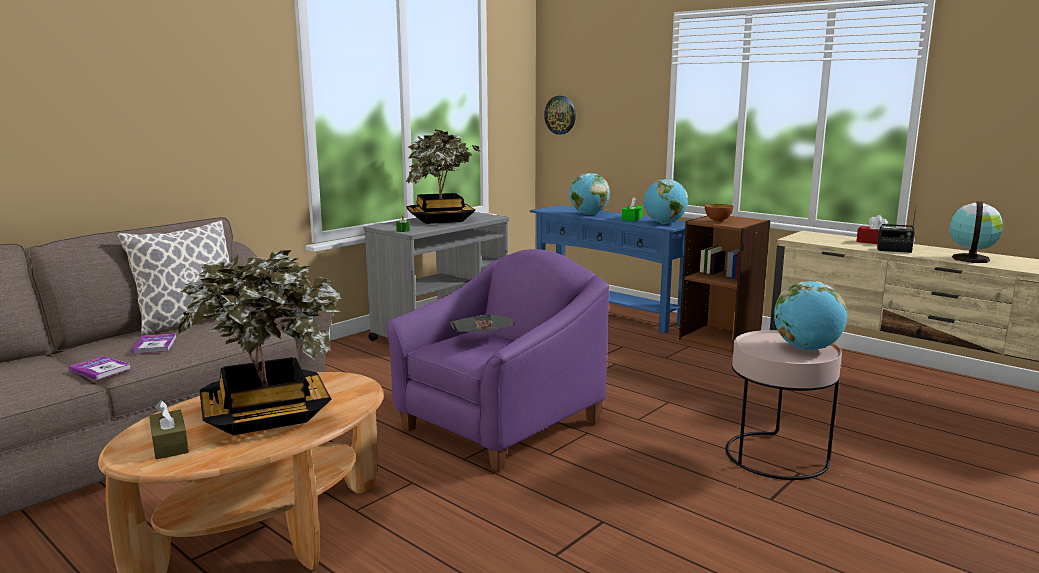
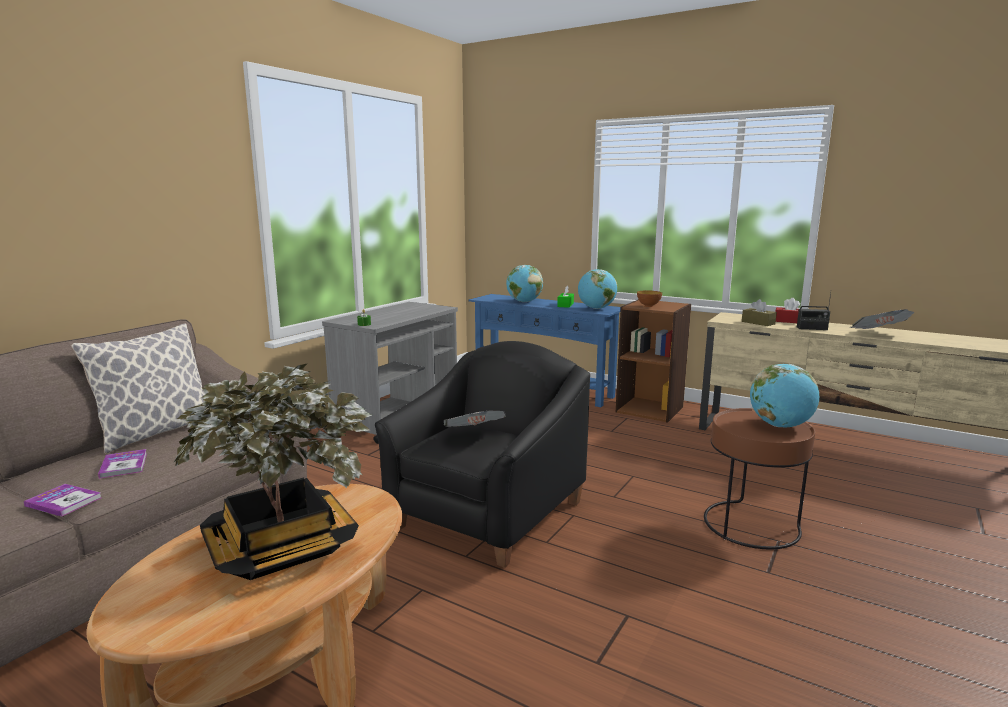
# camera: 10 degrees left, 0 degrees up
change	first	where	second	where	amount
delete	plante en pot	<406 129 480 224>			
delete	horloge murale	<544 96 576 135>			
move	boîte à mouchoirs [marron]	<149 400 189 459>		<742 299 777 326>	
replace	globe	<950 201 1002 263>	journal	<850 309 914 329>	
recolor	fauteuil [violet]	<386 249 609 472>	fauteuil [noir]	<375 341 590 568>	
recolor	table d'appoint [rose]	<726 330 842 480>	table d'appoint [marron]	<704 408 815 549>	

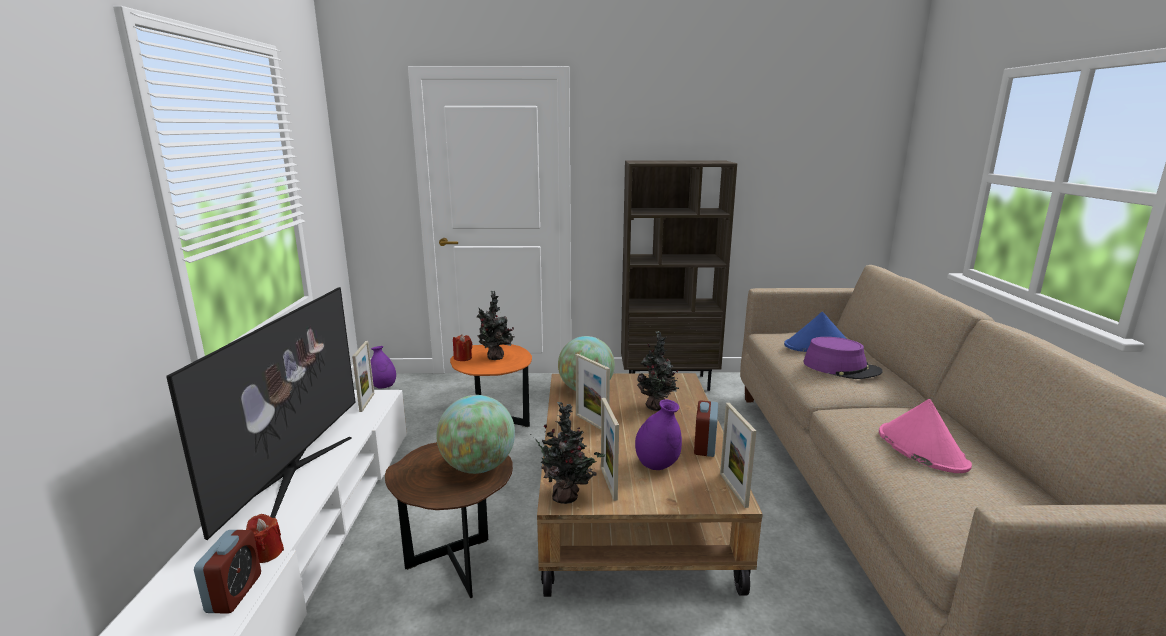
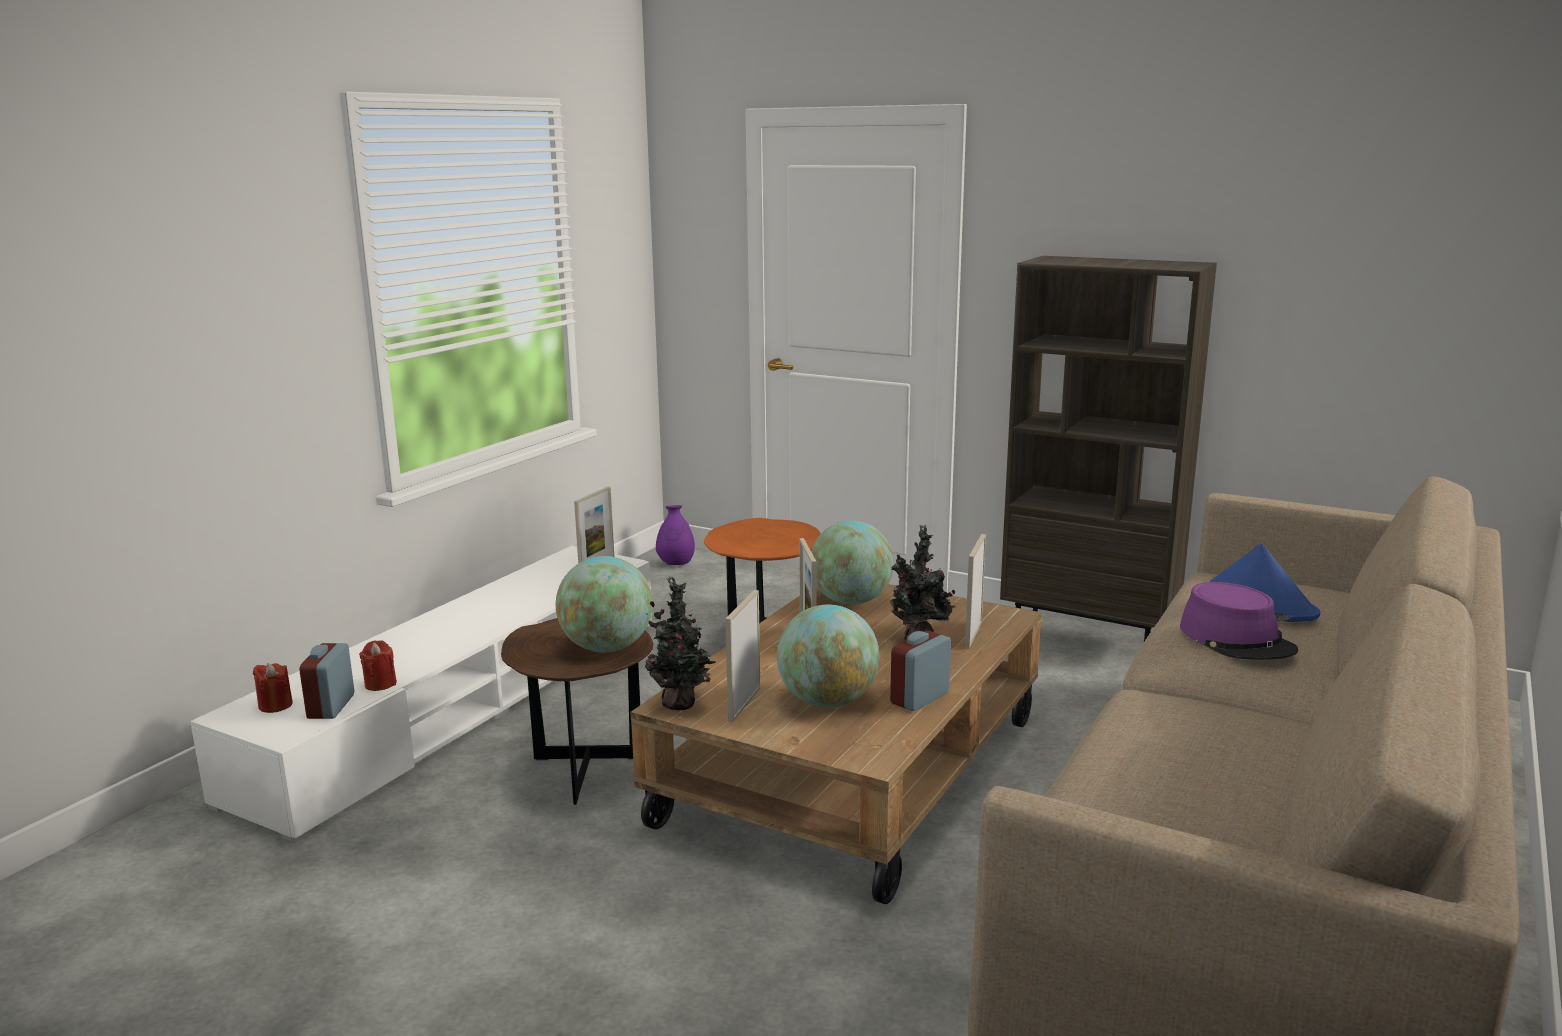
# camera: 30 degrees right, 0 degrees up
change	first	where	second	where	amount
delete	téléviseur	<166 287 356 540>			
delete	plante en pot	<477 291 515 360>			
delete	chapeau [rose]	<879 399 972 473>			
move	bougie [rouge]	<453 334 473 361>		<253 663 293 713>	
move	cadre photo	<720 403 756 508>		<965 534 986 649>	
replace	vase [violet]	<635 399 682 470>	globe	<777 605 879 708>	
rotate	réveil	<194 530 261 614>		<299 643 354 719>	150 degrees clockwise

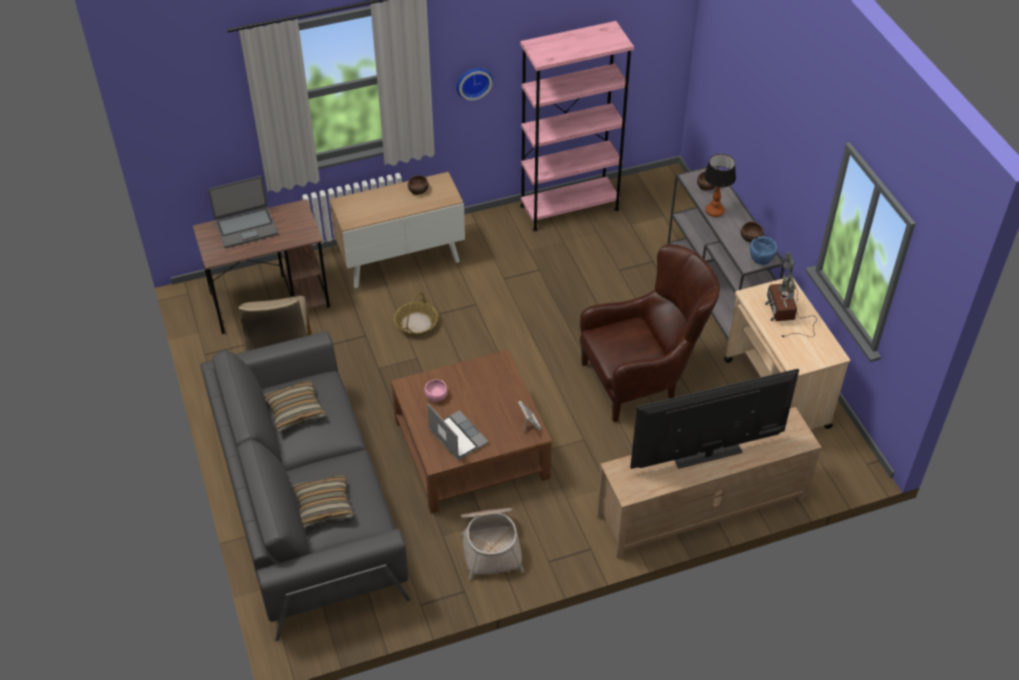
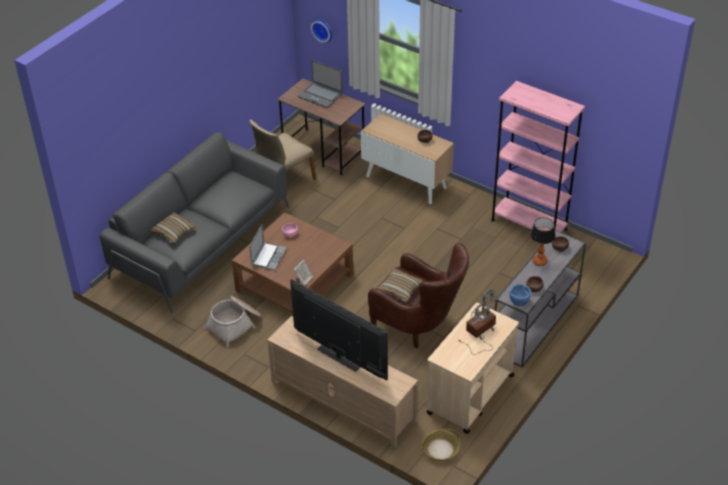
# camera: 55 degrees right, 5 degrees down
change	first	where	second	where	amount
move	coussin	<264 380 326 431>		<376 268 423 302>	
move	panier	<394 292 438 336>		<422 429 460 461>	
move	horloge murale	<457 68 493 101>		<311 19 332 43>	

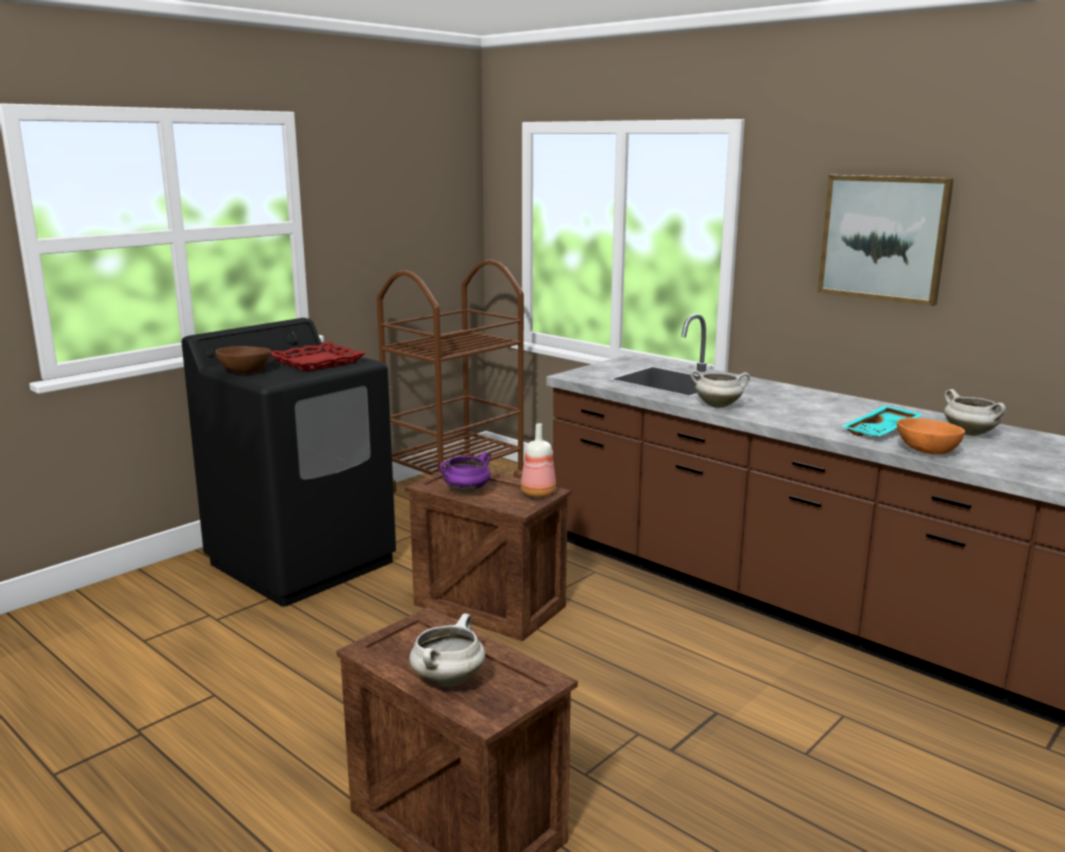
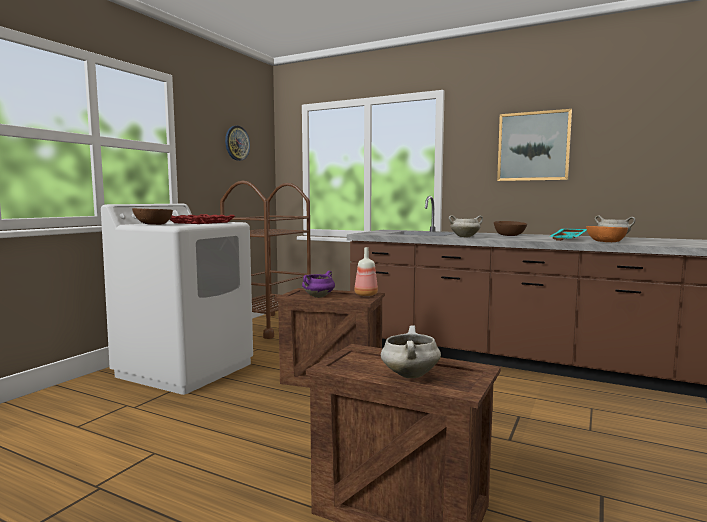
# camera: 15 degrees left, 10 degrees down
change	first	where	second	where	amount
insert			horloge murale	<225 126 250 161>	
insert			bol [marron]	<494 221 527 236>	
recolor	lave-linge [noir]	<182 318 396 607>	lave-linge [blanc]	<101 204 253 395>	

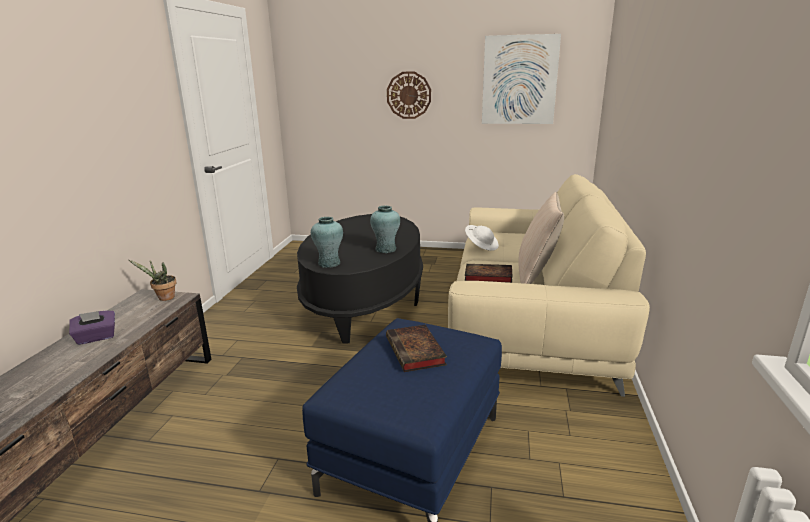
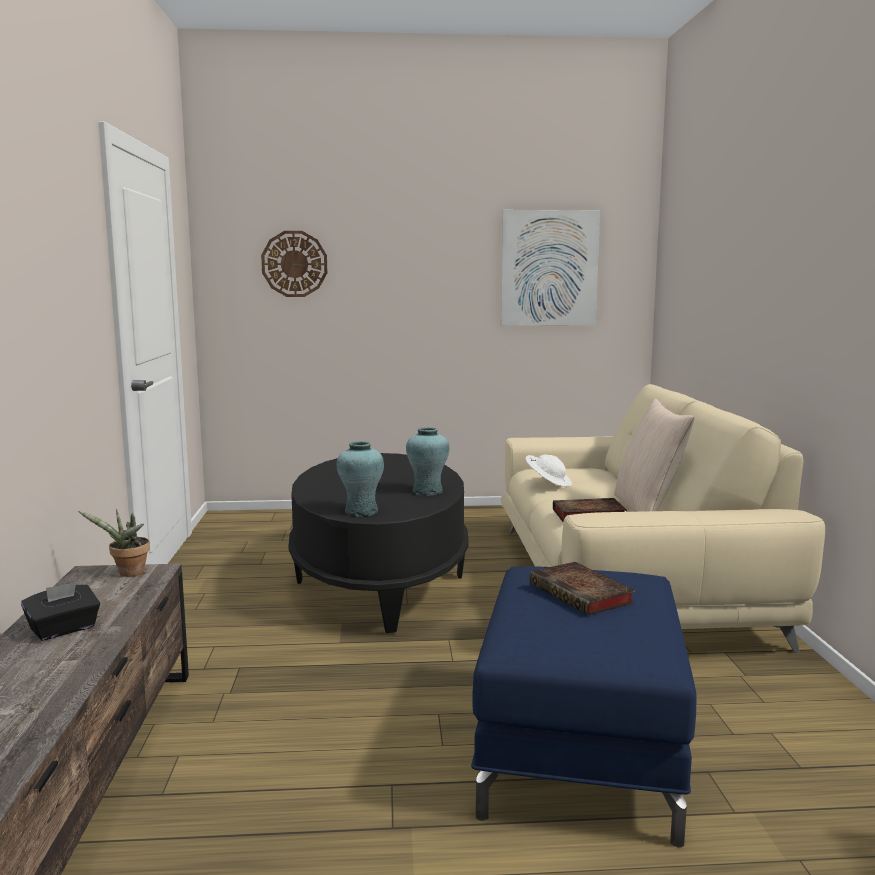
# camera: 15 degrees left, 10 degrees down
change	first	where	second	where	amount
move	horloge murale	<387 72 431 119>		<261 231 327 297>	
recolor	boîte à mouchoirs [violet]	<69 311 115 345>	boîte à mouchoirs [noir]	<21 582 100 641>	

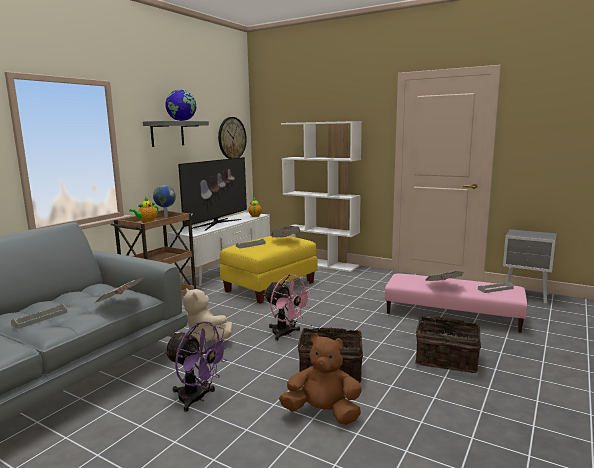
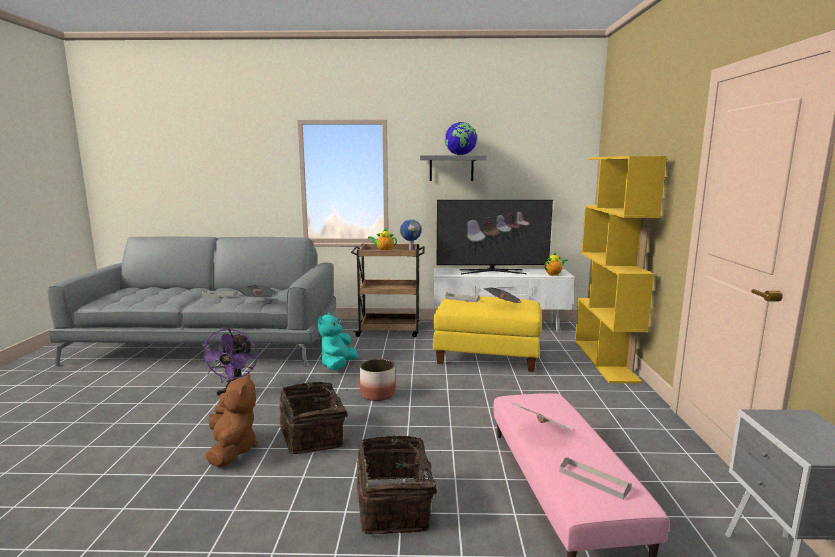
# camera: 60 degrees right, 0 degrees up
change	first	where	second	where	amount
delete	horloge murale	<218 117 247 159>			
replace	ventilateur [rose]	<264 275 313 341>	cache-pot	<360 359 395 401>	
recolor	peluche [beige]	<184 288 233 342>	peluche [turquoise]	<318 312 358 370>	
recolor	bibliothèque [blanc]	<281 121 362 272>	bibliothèque [jaune]	<575 156 667 383>	

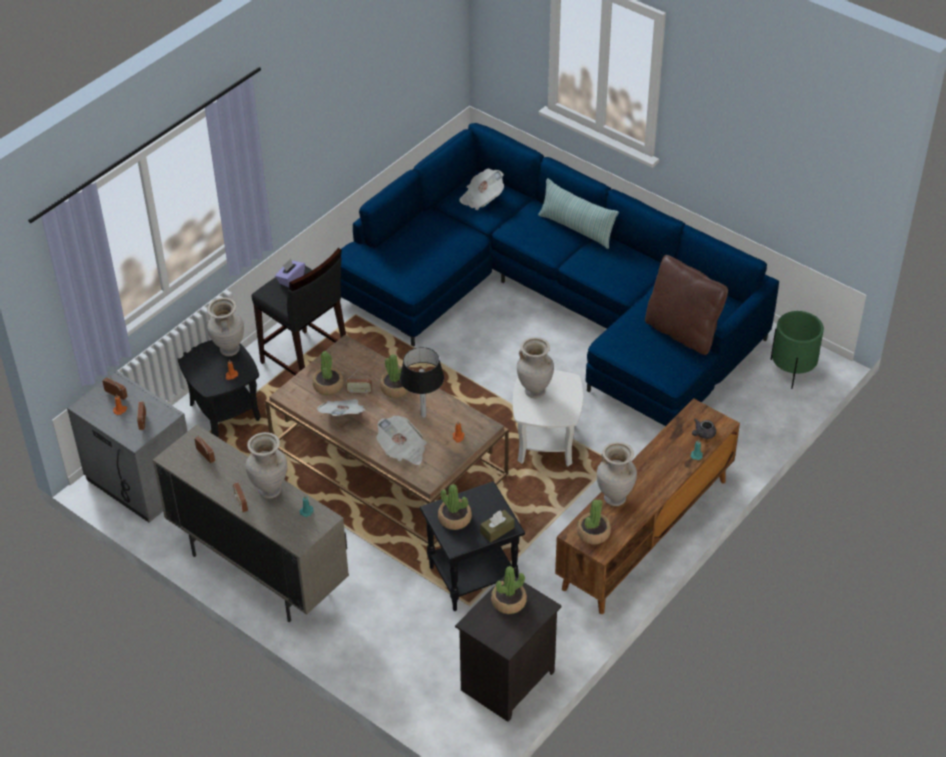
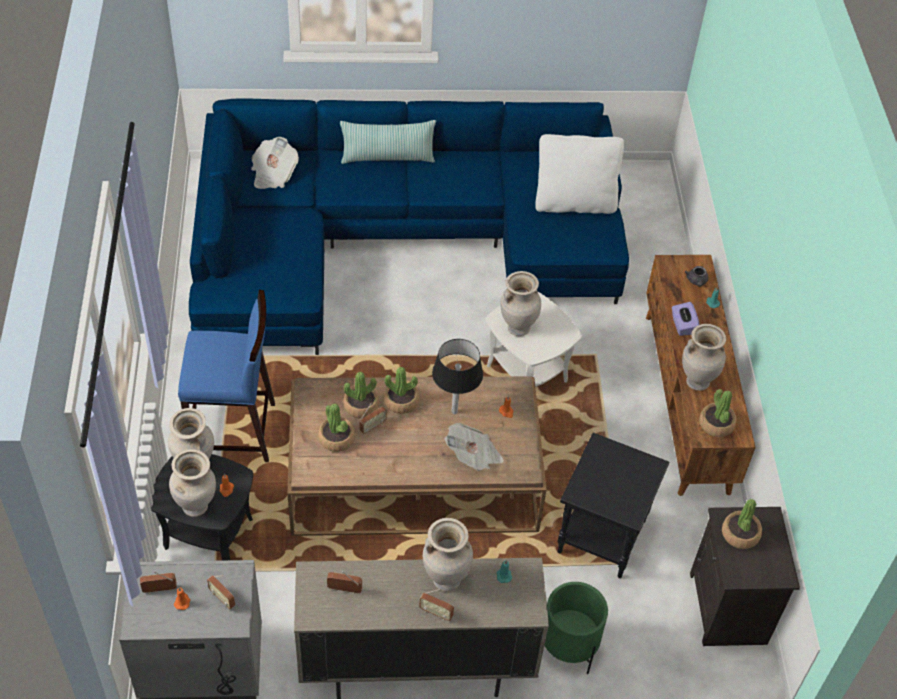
# camera: 45 degrees left, 5 degrees up
change	first	where	second	where	amount
delete	journal	<317 399 366 416>			
delete	boîte à mouchoirs [marron]	<480 510 515 543>			
insert			vase [beige]	<169 449 216 517>	
move	boîte à mouchoirs [violet]	<275 259 305 288>		<672 302 699 336>	
move	plante en pot	<438 484 472 530>		<343 372 379 419>	
move	cache-pot [vert]	<770 311 824 389>		<544 582 608 674>	
recolor	tabouret [noir]	<252 248 346 375>	tabouret [bleu]	<178 290 275 462>	
recolor	coussin [marron]	<645 255 728 355>	coussin [blanc]	<535 134 624 214>	

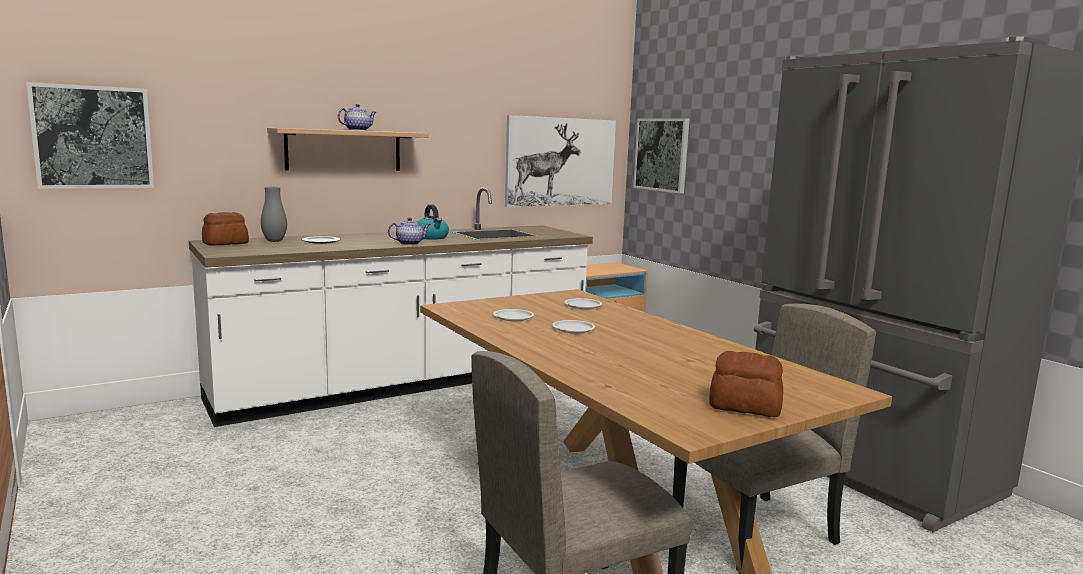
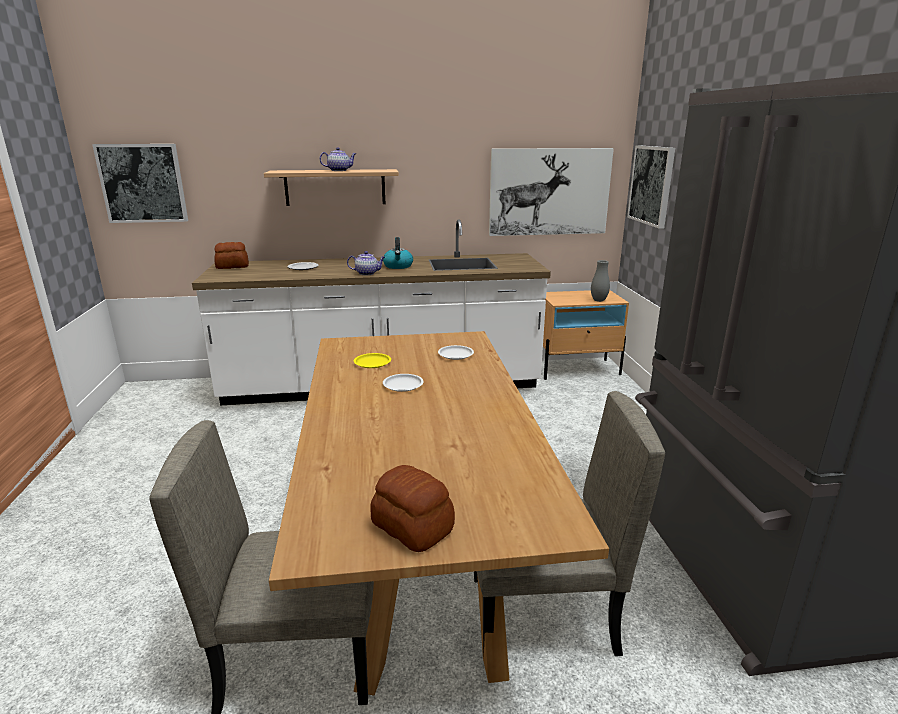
# camera: 25 degrees right, 10 degrees up
change	first	where	second	where	amount
move	vase [gris]	<261 187 287 242>		<591 260 610 302>	
recolor	assiette [blanc]	<493 309 534 321>	assiette [jaune]	<354 353 391 368>	

